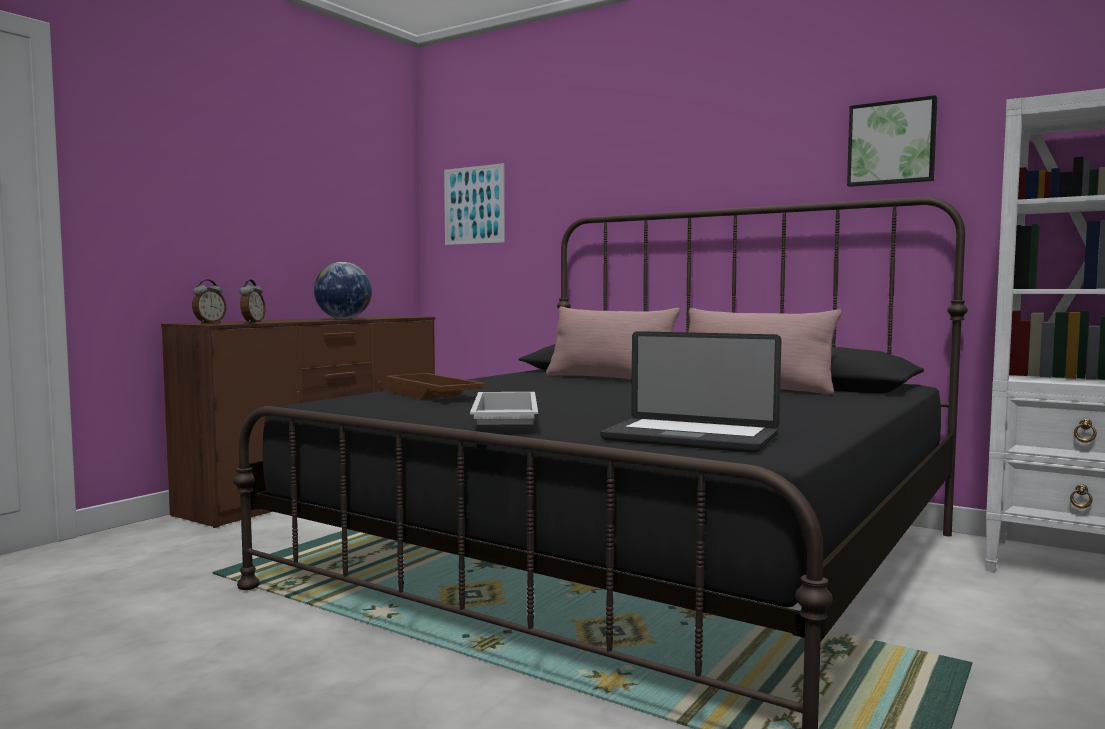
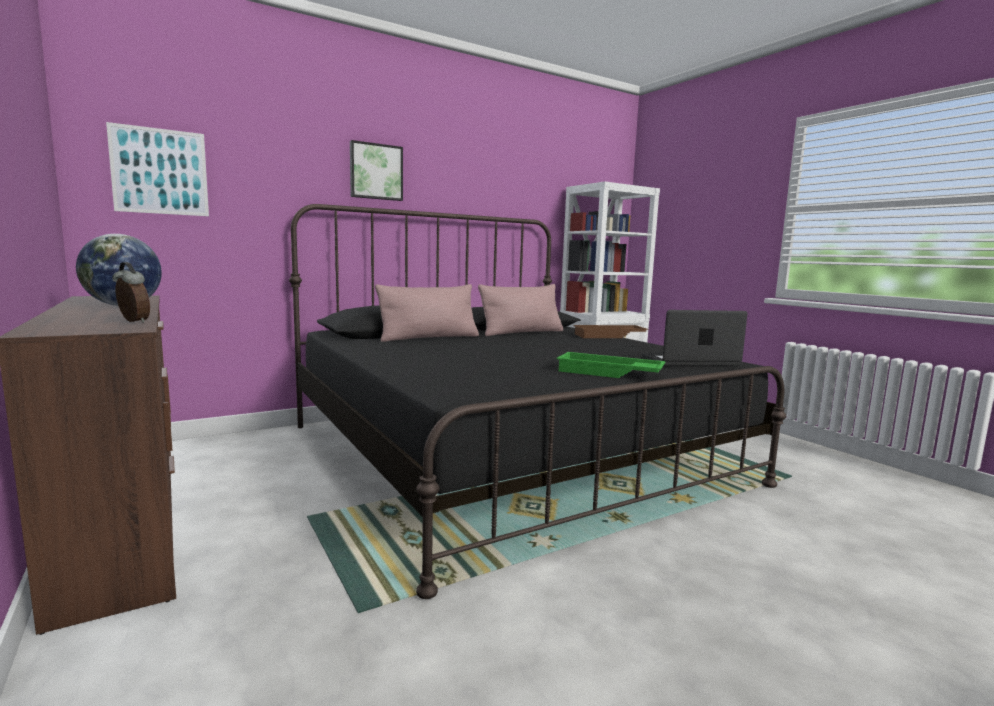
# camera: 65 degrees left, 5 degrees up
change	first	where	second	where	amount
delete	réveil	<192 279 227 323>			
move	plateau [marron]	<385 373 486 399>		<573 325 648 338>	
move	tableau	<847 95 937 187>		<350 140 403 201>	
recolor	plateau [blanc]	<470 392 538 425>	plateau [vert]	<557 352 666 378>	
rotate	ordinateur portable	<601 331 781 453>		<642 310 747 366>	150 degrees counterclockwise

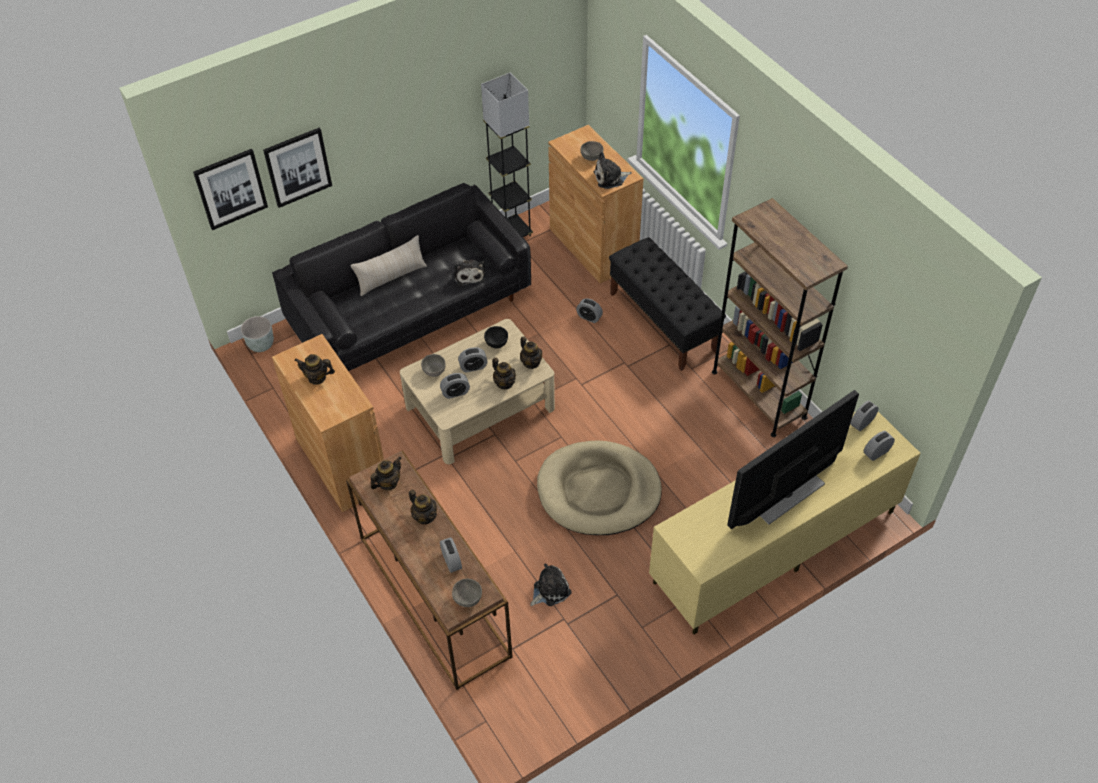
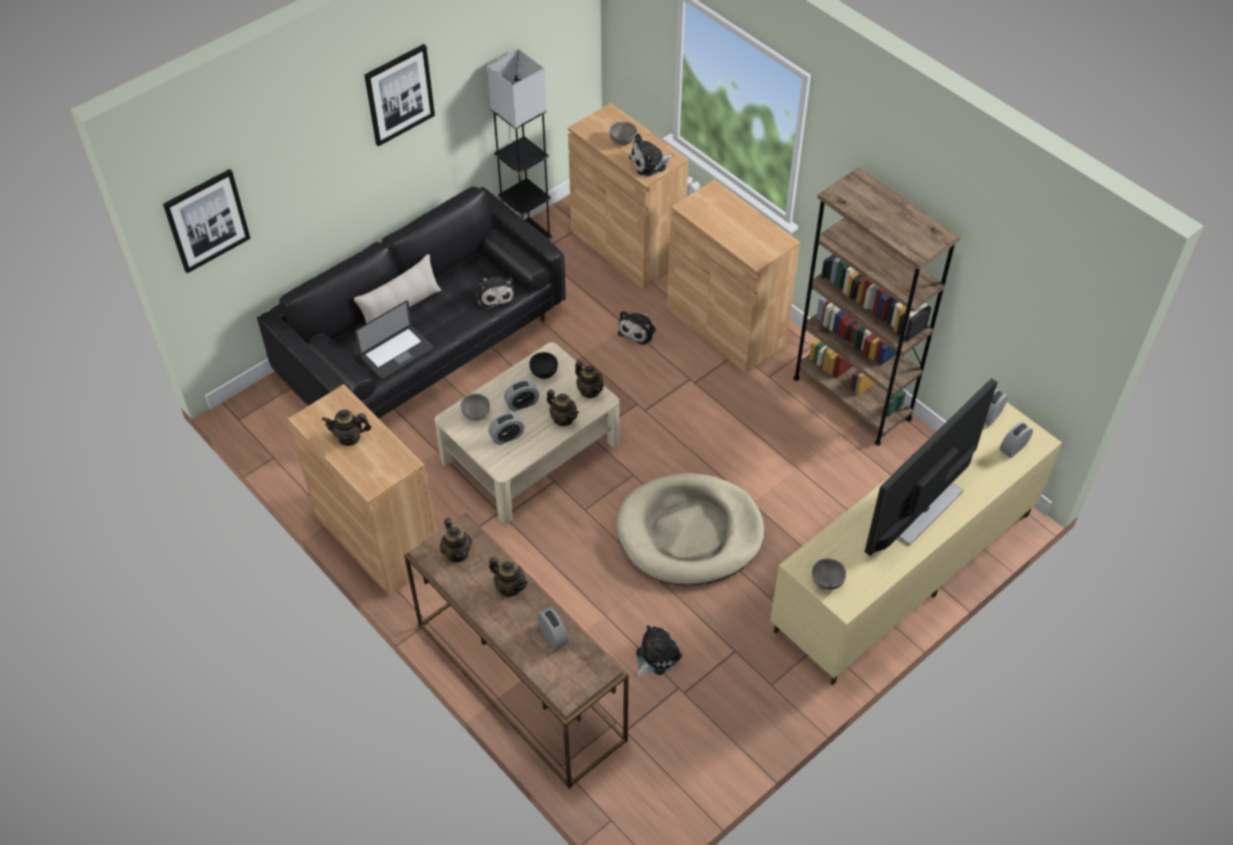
# camera: 10 degrees left, 0 degrees up
change	first	where	second	where	amount
delete	cache-pot [gris]	<241 316 274 352>			
insert			ordinateur portable	<355 300 434 380>	
move	tableau	<263 128 332 208>		<364 44 435 146>	
move	bol [gris]	<452 579 482 607>		<812 559 846 590>	
replace	réveil	<576 298 603 323>	peluche	<618 311 656 345>	
replace	banc [noir]	<609 237 726 371>	meuble de rangement [marron]	<667 179 800 373>	
rotate	théière	<370 456 401 490>		<440 518 472 562>	120 degrees clockwise

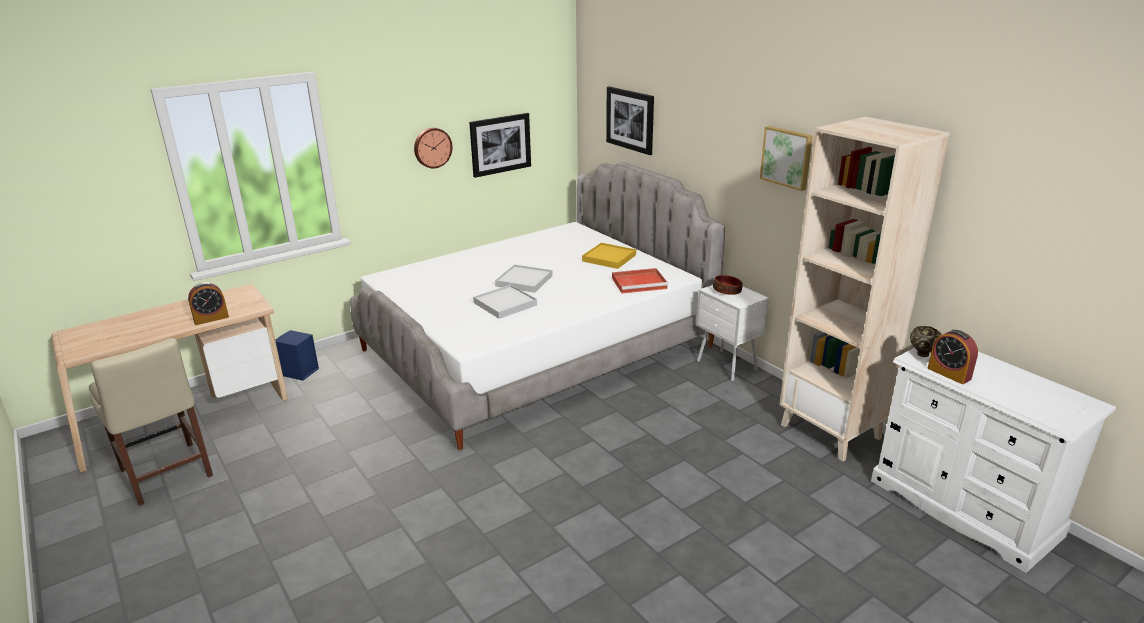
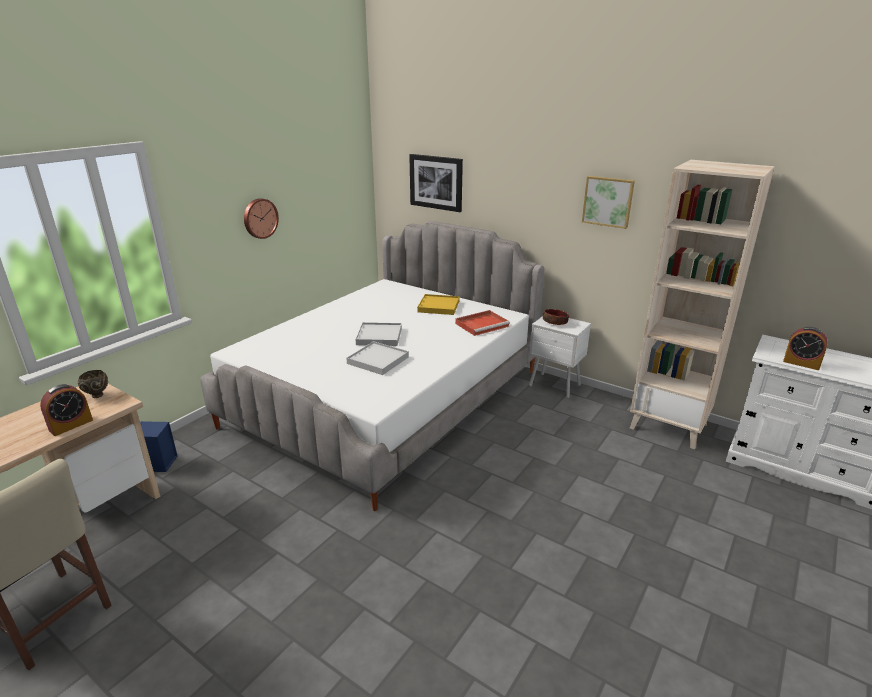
# camera: 20 degrees left, 0 degrees up
change	first	where	second	where	amount
delete	tableau	<469 113 531 178>			
move	bol [marron]	<910 326 942 357>		<78 370 108 398>	

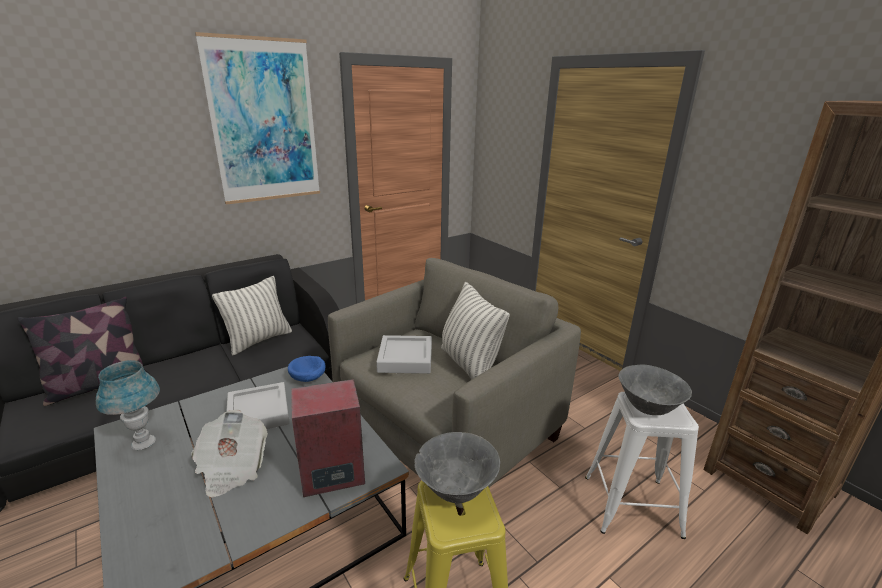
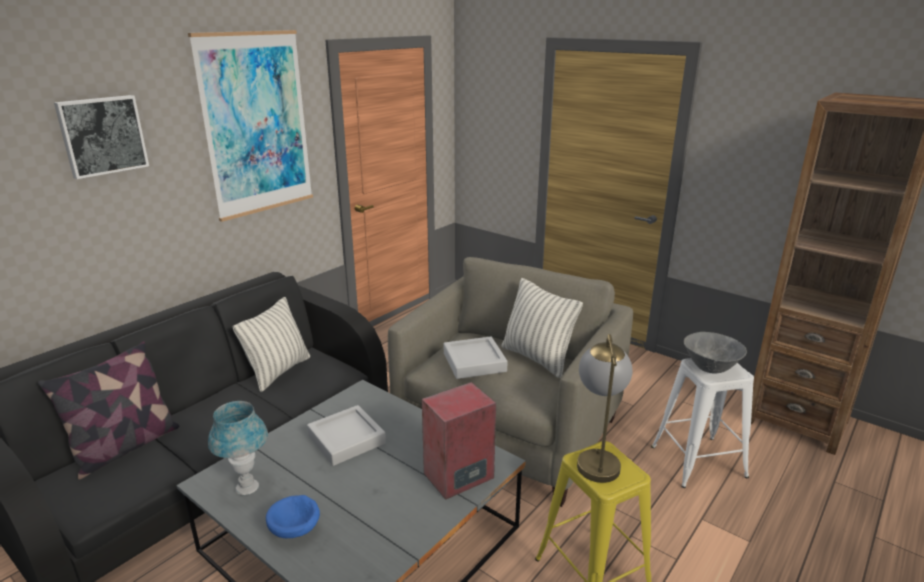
# camera: 15 degrees left, 0 degrees up
change	first	where	second	where	amount
delete	journal	<191 410 268 498>			
insert			tableau	<54 95 149 179>	
move	bol [bleu]	<288 356 325 382>		<266 495 320 538>	
replace	bol [gris]	<414 432 500 504>	lampe de table	<577 334 632 483>	

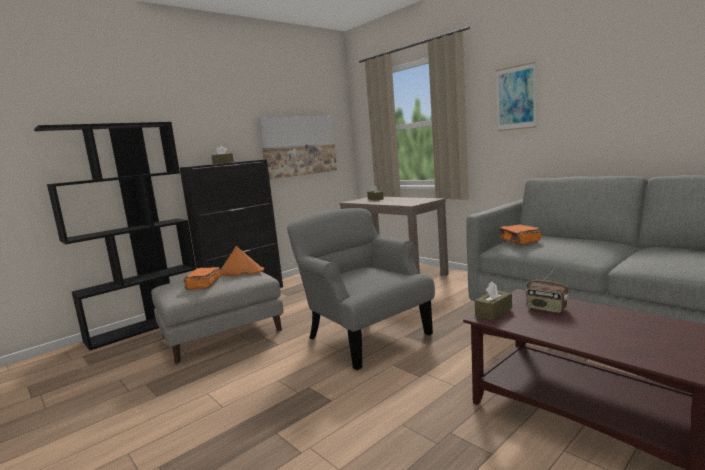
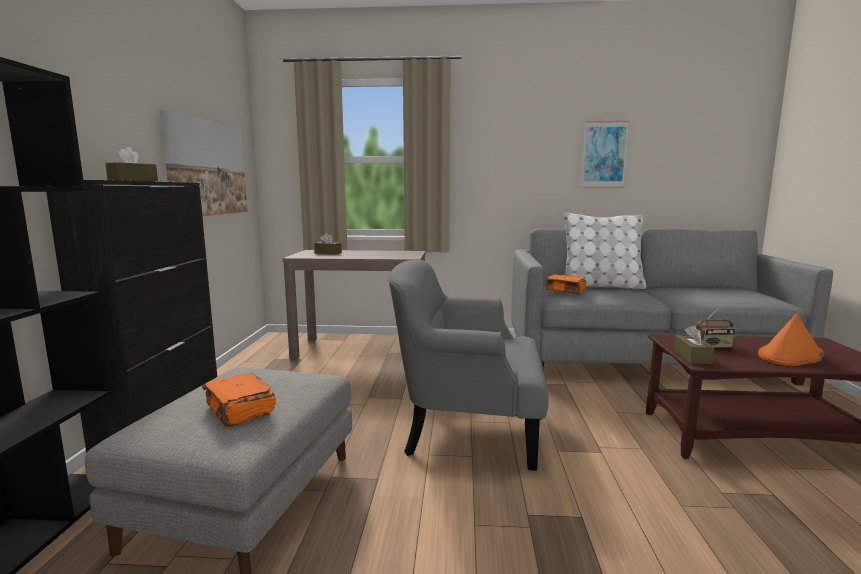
# camera: 45 degrees left, 0 degrees up
change	first	where	second	where	amount
insert			coussin [blanc]	<564 213 646 289>	
move	chapeau [orange]	<221 246 264 276>		<758 314 824 366>	
move	tableau	<496 62 536 131>		<581 121 629 188>	

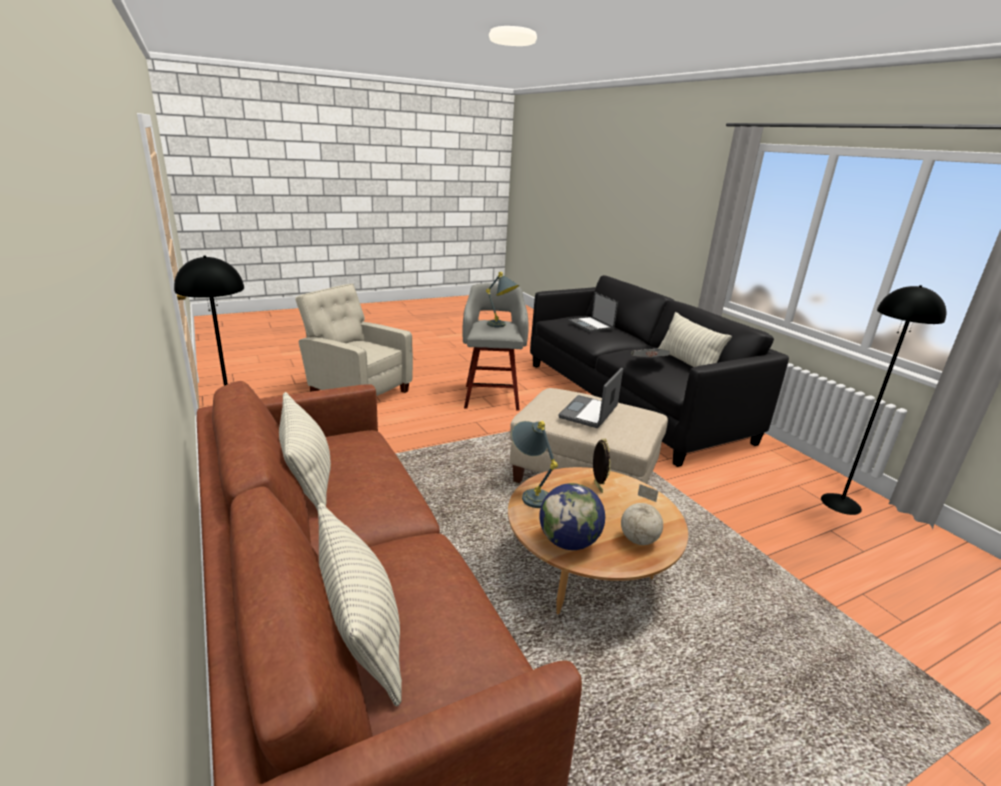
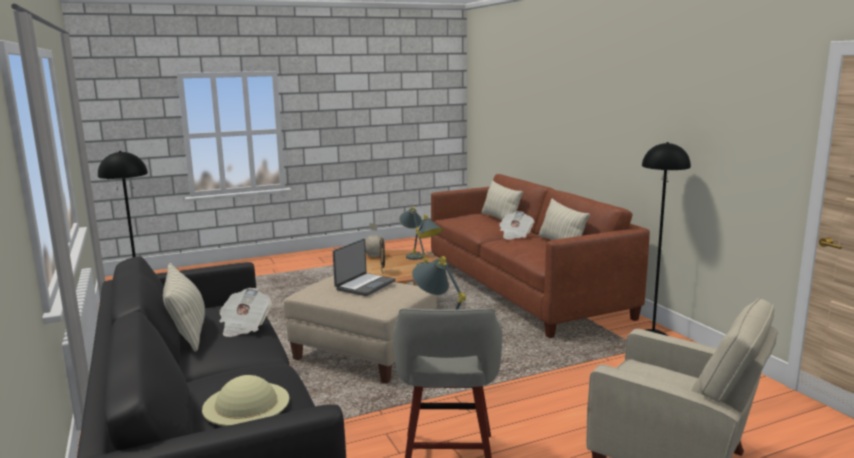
# camera: 175 degrees left, 10 degrees down
change	first	where	second	where	amount
insert			journal	<499 211 534 240>	
replace	globe	<540 483 605 550>	lampe de table [gris]	<399 207 423 260>	
replace	ordinateur portable	<568 292 618 332>	chapeau [beige]	<202 375 289 426>	

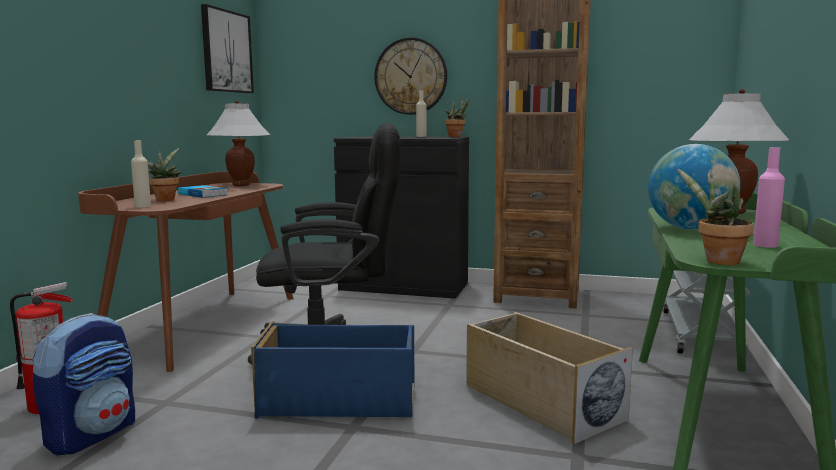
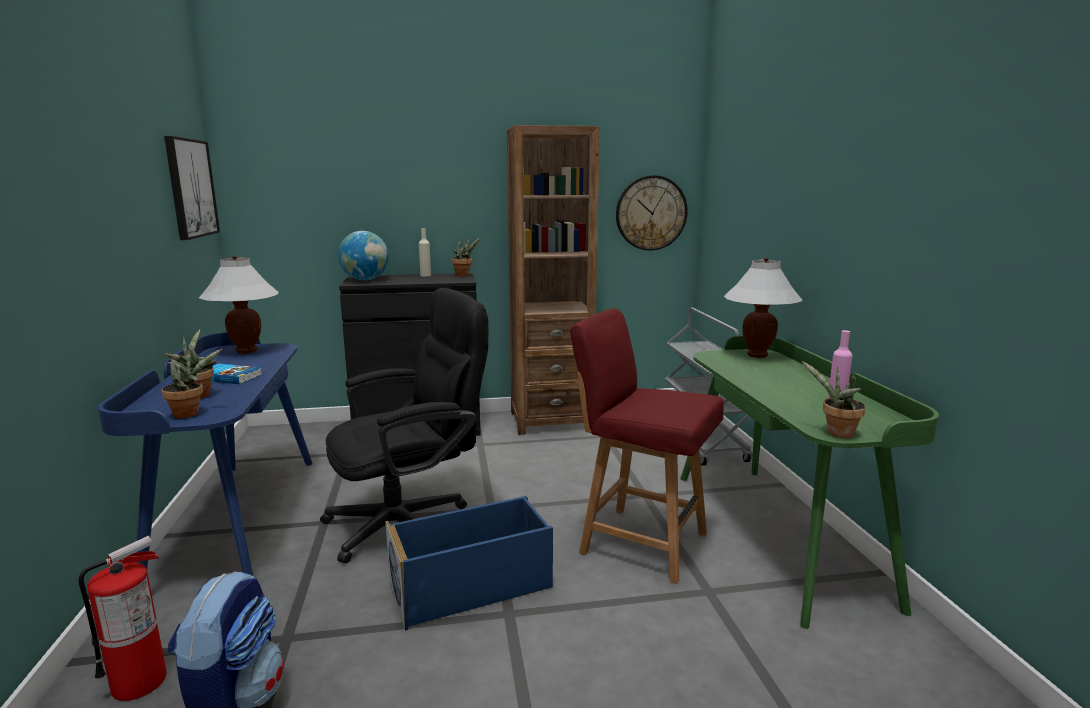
# camera: 25 degrees left, 5 degrees up
change	first	where	second	where	amount
move	horloge murale	<374 38 447 115>		<616 175 688 251>	
move	globe	<648 144 741 230>		<338 231 389 280>	
replace	bouteille [beige]	<131 140 151 207>	plante en pot	<162 349 222 418>	
replace	boîte de rangement [beige]	<466 312 633 444>	chaise [rouge]	<570 308 724 584>	
recolor	bureau [marron]	<78 171 293 372>	bureau [bleu]	<98 332 313 576>	

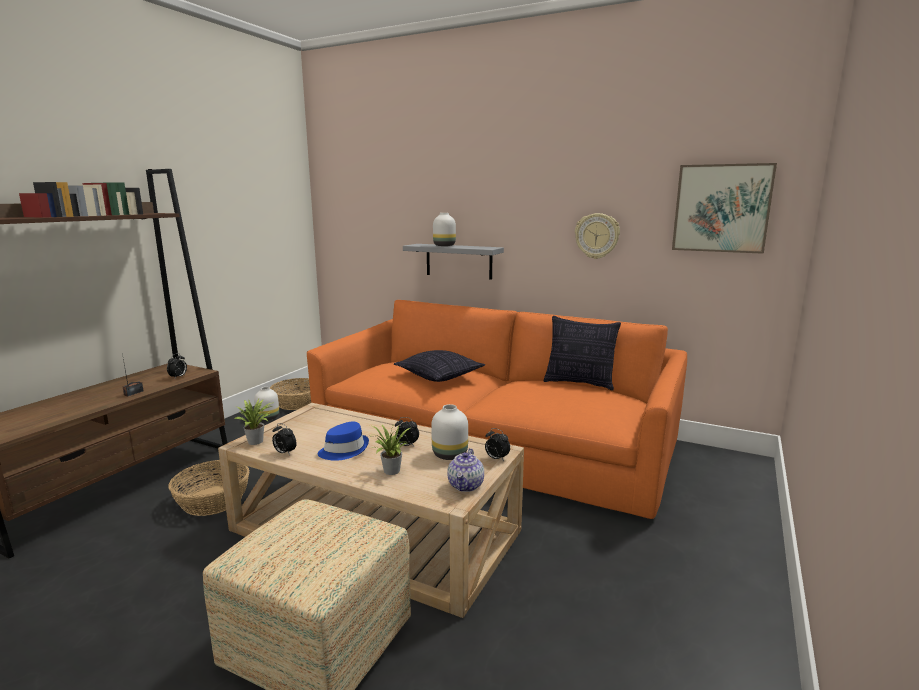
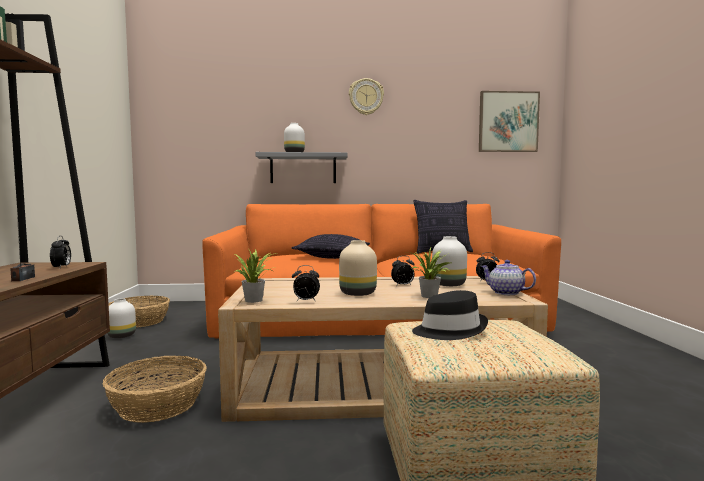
# camera: 30 degrees left, 10 degrees down
change	first	where	second	where	amount
insert			chapeau [noir]	<412 290 488 340>	
move	horloge murale	<575 213 620 259>		<349 78 384 115>	
replace	chapeau [bleu]	<318 421 369 461>	vase [beige]	<339 240 377 296>	
rotate	théière	<447 448 484 492>		<481 260 536 295>	150 degrees clockwise

